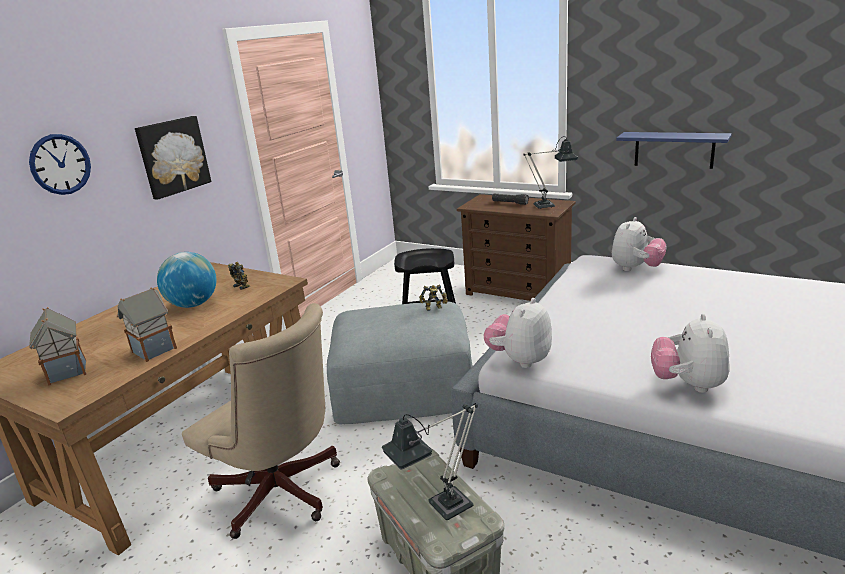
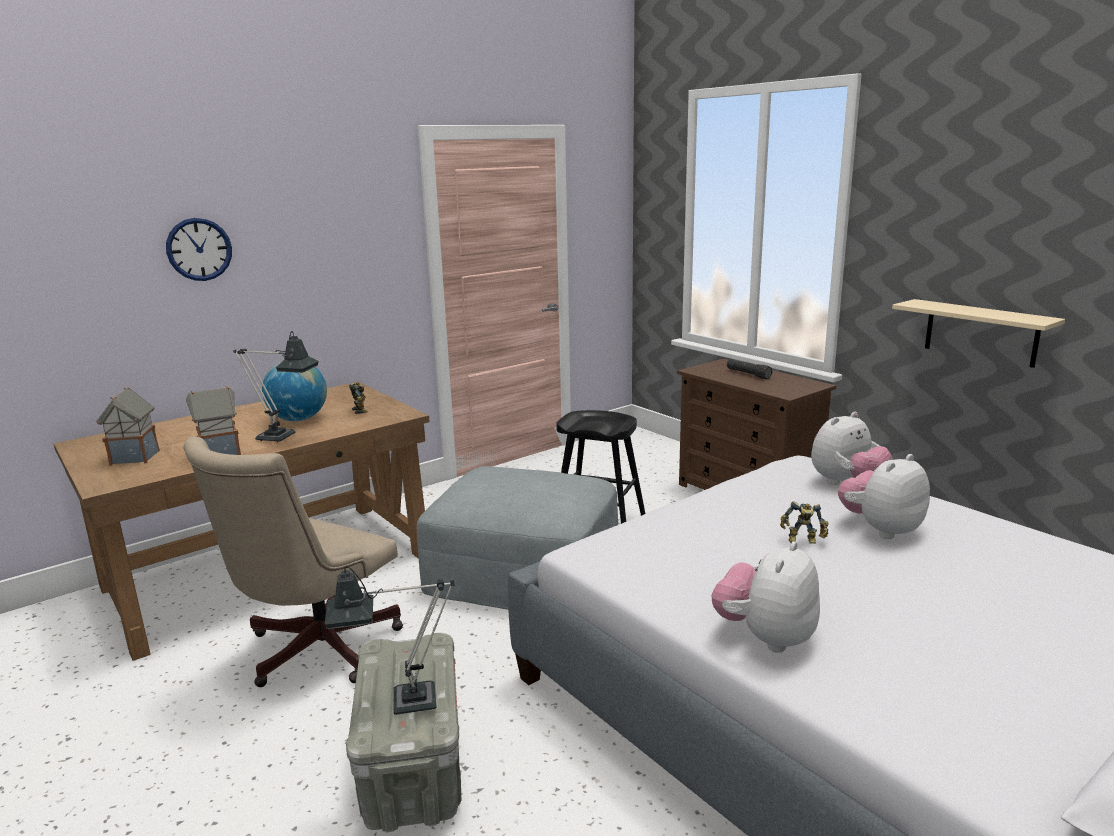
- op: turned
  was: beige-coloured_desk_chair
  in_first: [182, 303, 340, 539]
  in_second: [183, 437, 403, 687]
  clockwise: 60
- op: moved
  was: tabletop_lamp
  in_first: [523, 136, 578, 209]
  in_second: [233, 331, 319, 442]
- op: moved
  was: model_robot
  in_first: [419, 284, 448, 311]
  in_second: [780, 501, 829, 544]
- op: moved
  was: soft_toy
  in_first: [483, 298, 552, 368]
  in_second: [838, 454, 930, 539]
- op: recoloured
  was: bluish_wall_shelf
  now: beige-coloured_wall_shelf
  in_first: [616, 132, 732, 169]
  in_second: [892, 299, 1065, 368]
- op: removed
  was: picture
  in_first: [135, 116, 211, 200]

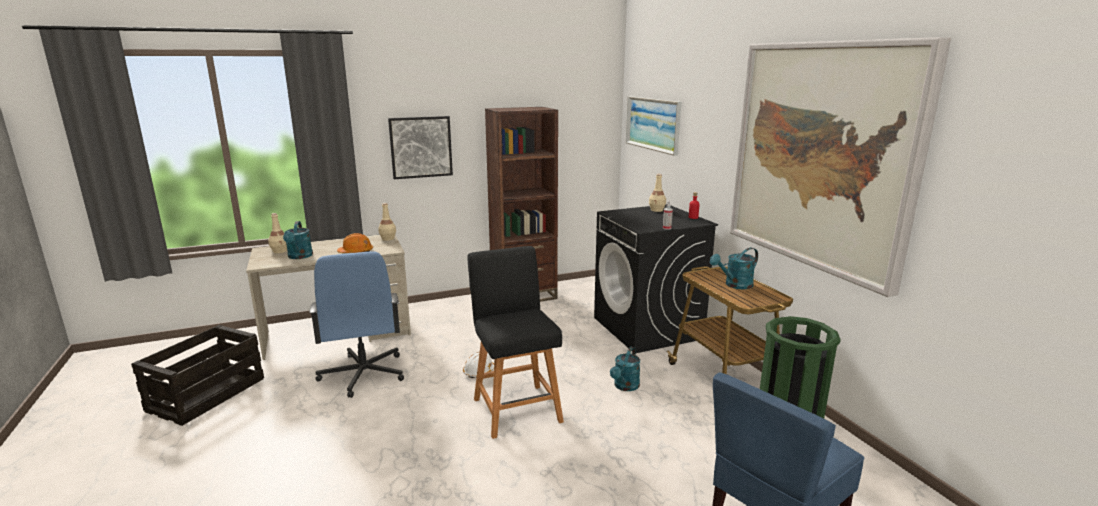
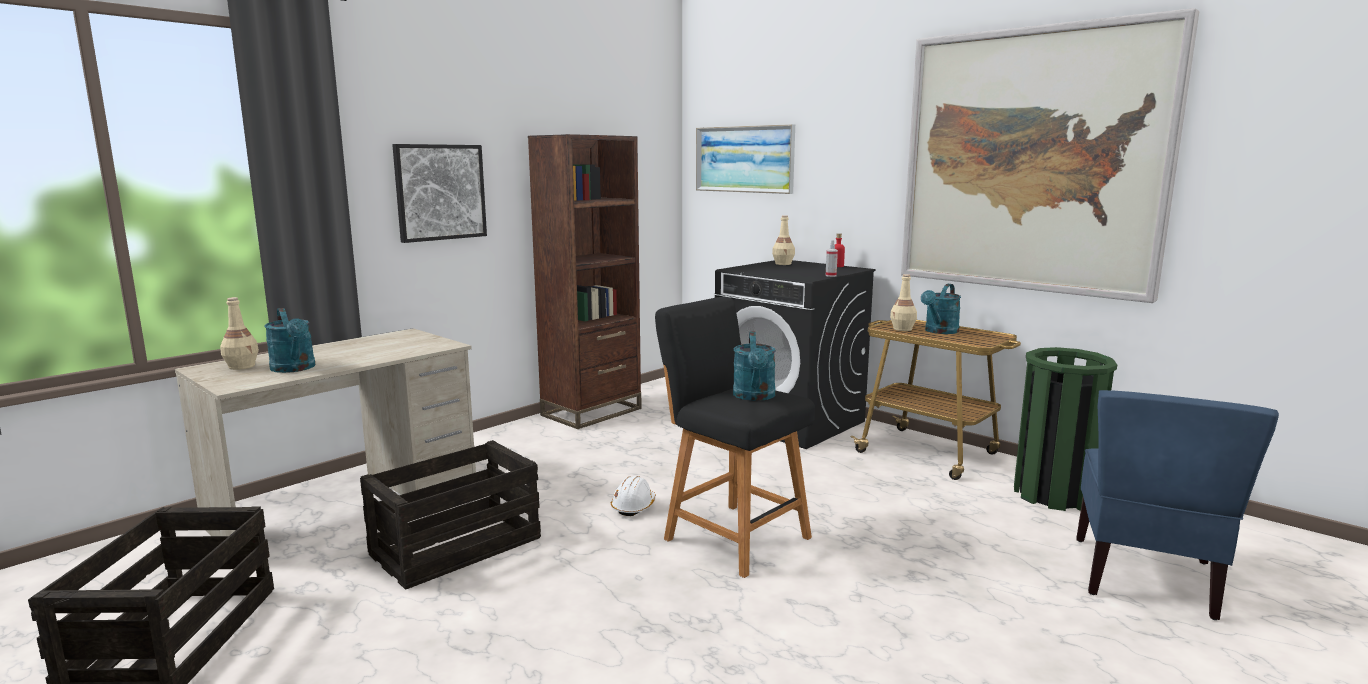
- op: replaced
  was: bluish_desk_chair
  now: crate
  in_first: [309, 251, 404, 398]
  in_second: [360, 440, 541, 590]
- op: moved
  was: blue-green_watering_pot
  in_first: [610, 347, 640, 391]
  in_second: [733, 331, 776, 401]
- op: moved
  was: beige-coloured_beverage_bottle
  in_first: [378, 203, 396, 241]
  in_second: [890, 274, 917, 331]
- op: removed
  was: orange_work_helmet
  in_first: [337, 233, 373, 253]

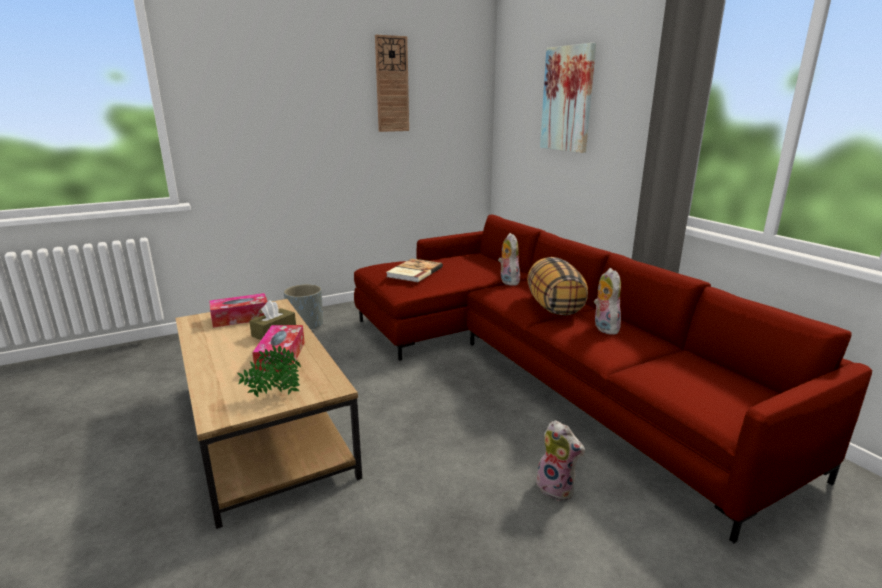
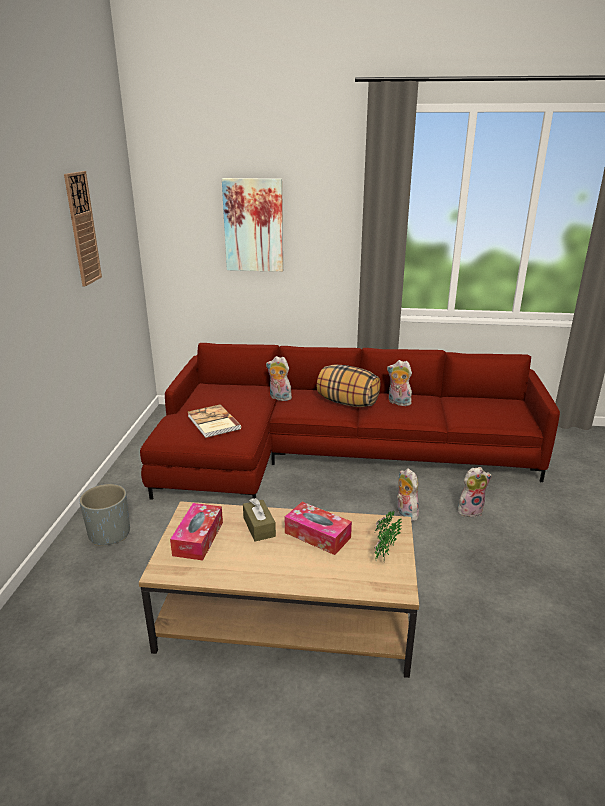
- op: added
  now: soft_toy
  in_second: [397, 468, 419, 521]

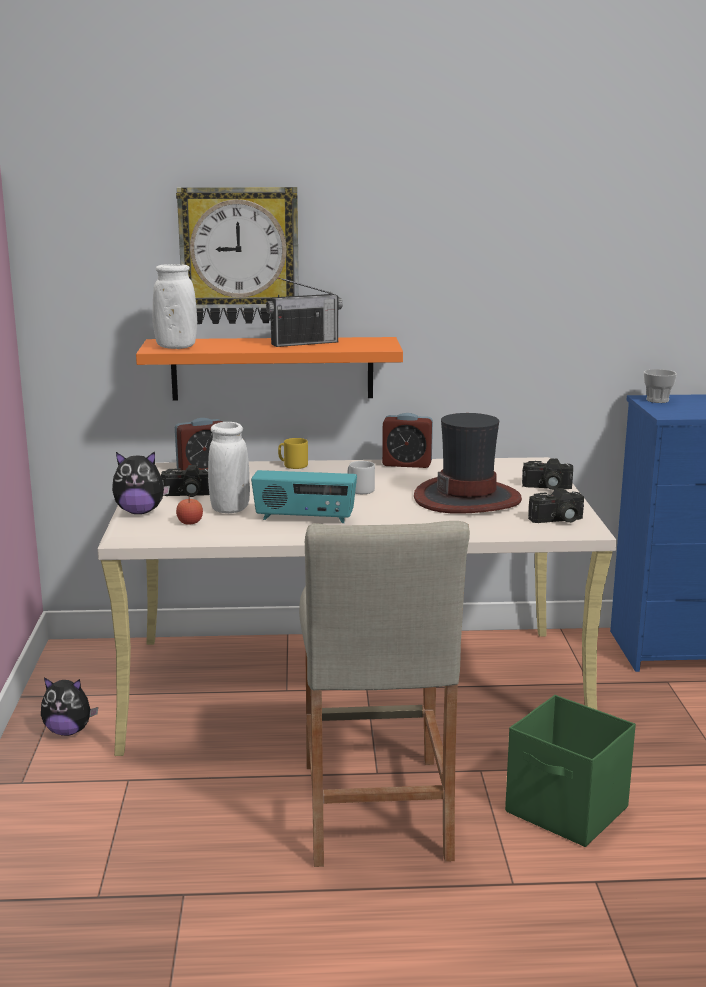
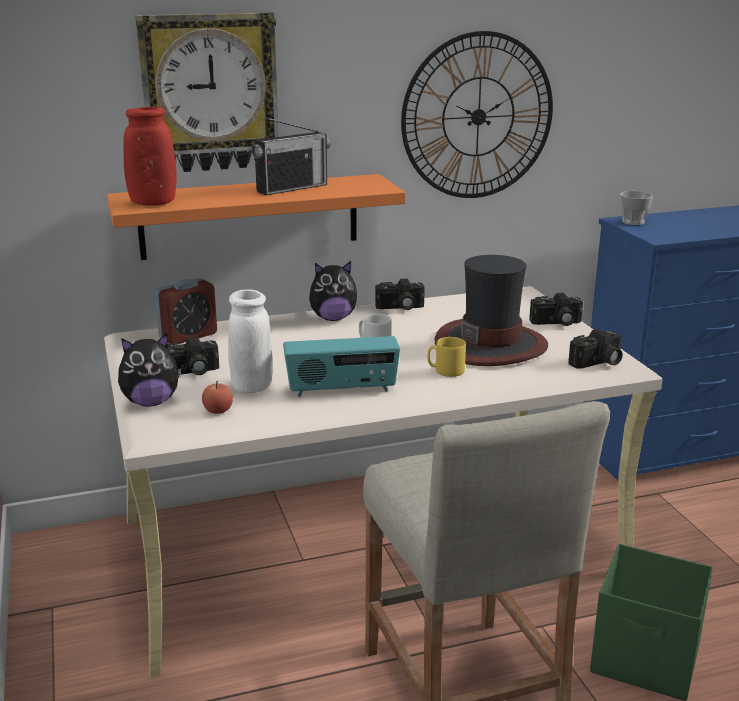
- op: recoloured
  was: whitish_vase
  now: red_vase
  in_first: [153, 264, 197, 349]
  in_second: [124, 107, 177, 206]
- op: moved
  was: soft_toy
  in_first: [41, 678, 98, 736]
  in_second: [309, 261, 359, 321]
- op: replaced
  was: alarm_clock
  now: still_camera
  in_first: [382, 413, 433, 468]
  in_second: [375, 279, 425, 310]
- op: added
  now: clock_on_the_wall
  in_second: [401, 31, 553, 198]
- op: moved
  was: yellow_mug
  in_first: [278, 438, 308, 469]
  in_second: [428, 337, 466, 377]

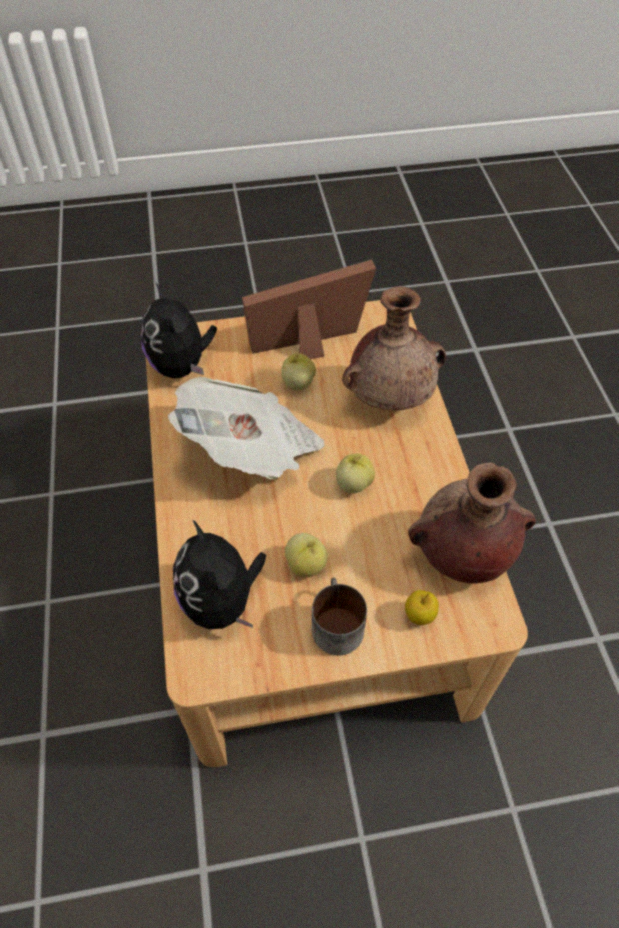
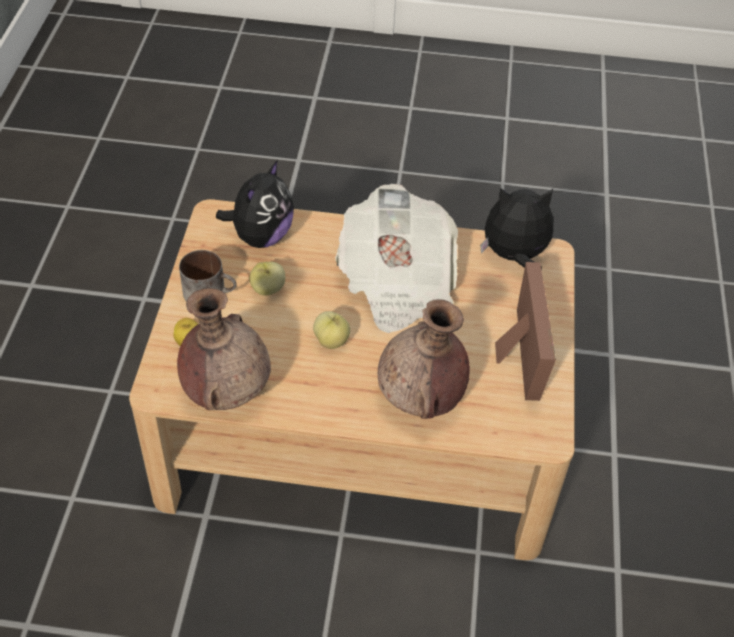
- op: turned
  was: soft_toy
  in_first: [173, 519, 266, 630]
  in_second: [216, 160, 294, 248]
  clockwise: 120
- op: removed
  was: whole_apple
  in_first: [281, 353, 316, 390]

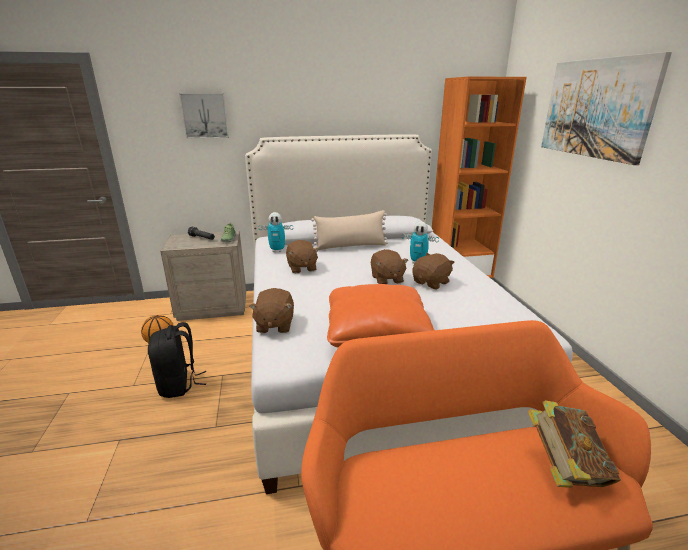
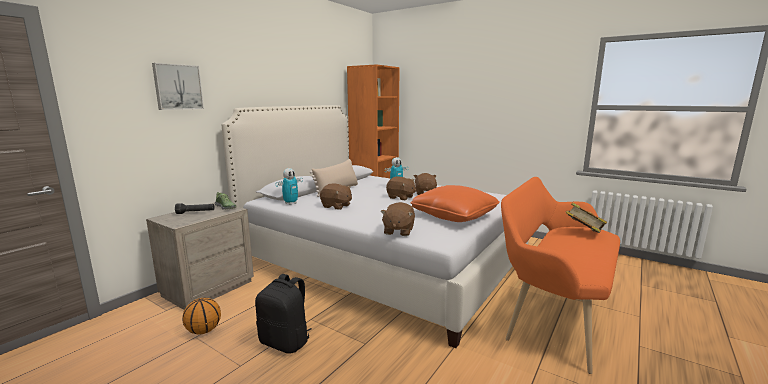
- op: turned
  was: brown-coloured_soft_toy
  in_first: [249, 288, 294, 333]
  in_second: [380, 202, 415, 236]
  clockwise: 60
- op: removed
  was: picture
  in_first: [541, 52, 672, 165]

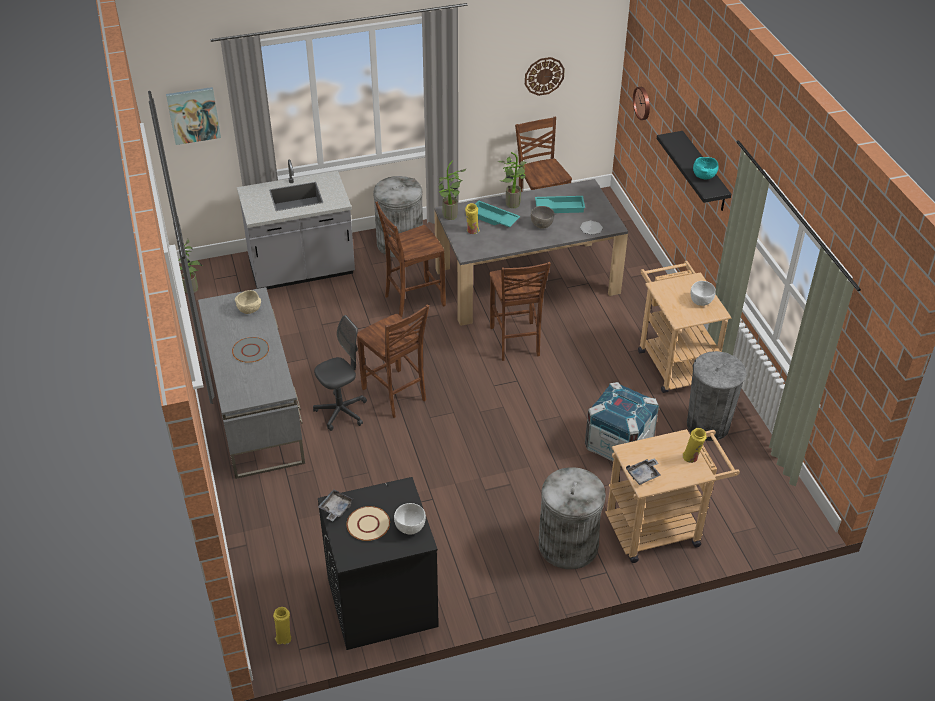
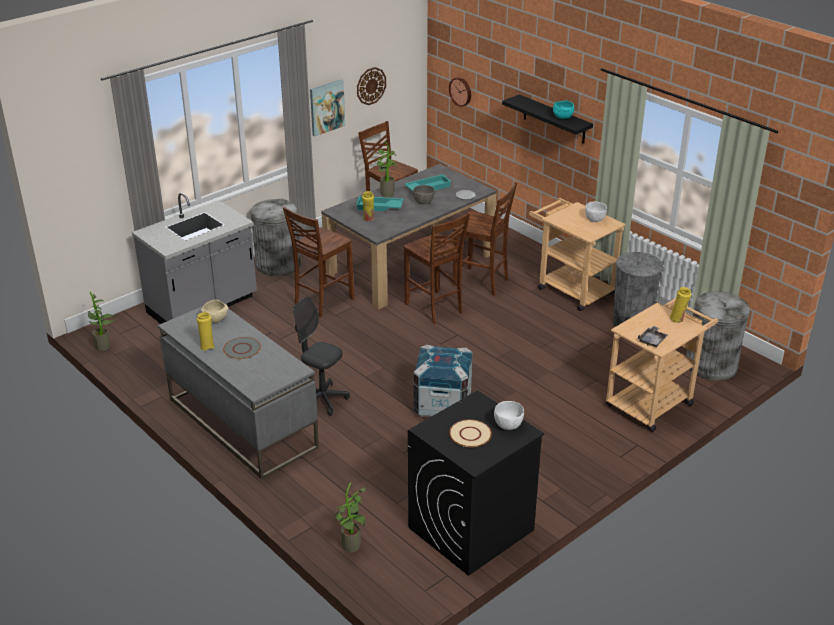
- op: moved
  was: yellow_vase
  in_first: [273, 607, 291, 645]
  in_second: [197, 312, 215, 351]
- op: turned
  was: gray_desk_chair
  in_first: [313, 315, 367, 431]
  in_second: [293, 296, 350, 416]
  clockwise: -90
- op: moved
  was: picture
  in_first: [166, 87, 221, 145]
  in_second: [310, 79, 345, 136]
- op: moved
  was: houseplant
  in_first: [438, 160, 467, 220]
  in_second: [336, 482, 366, 552]
- op: moved
  was: crate
  in_first: [585, 382, 659, 461]
  in_second: [413, 345, 473, 417]
- op: moved
  was: brown-coloured_chair
  in_first: [357, 304, 429, 418]
  in_second: [452, 182, 517, 296]
- op: moved
  was: gray_trash_can
  in_first: [539, 467, 606, 569]
  in_second: [686, 291, 750, 381]
- op: removed
  was: gray_serving_tray
  in_first: [318, 489, 354, 521]

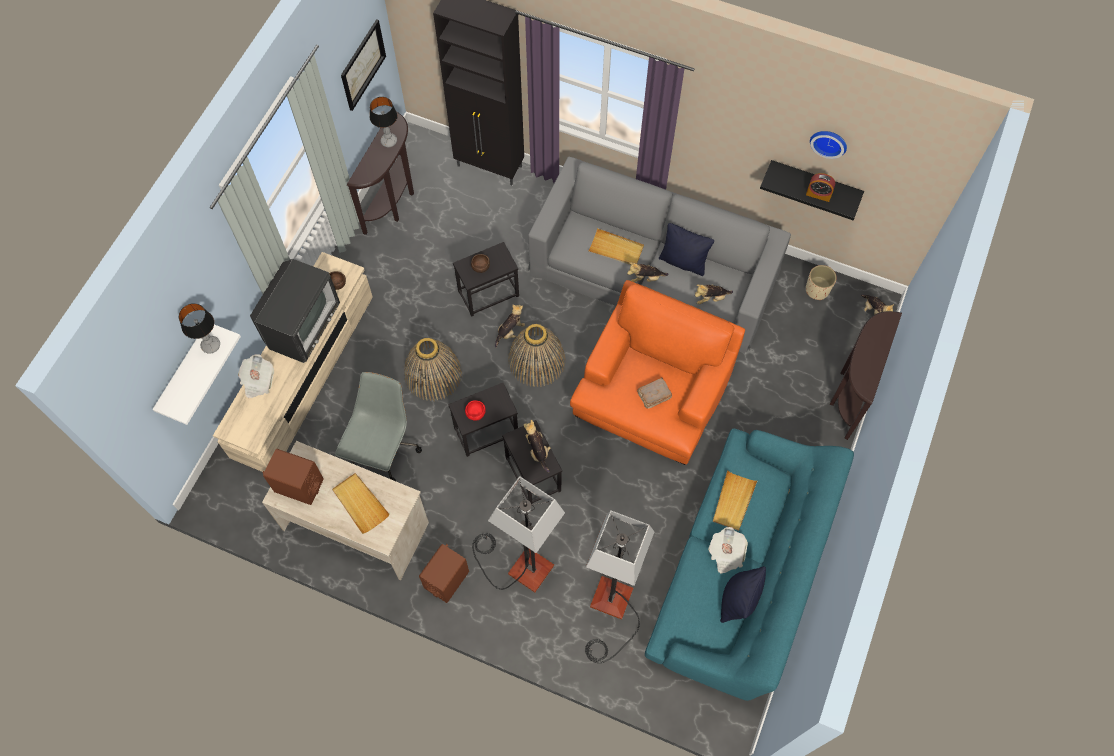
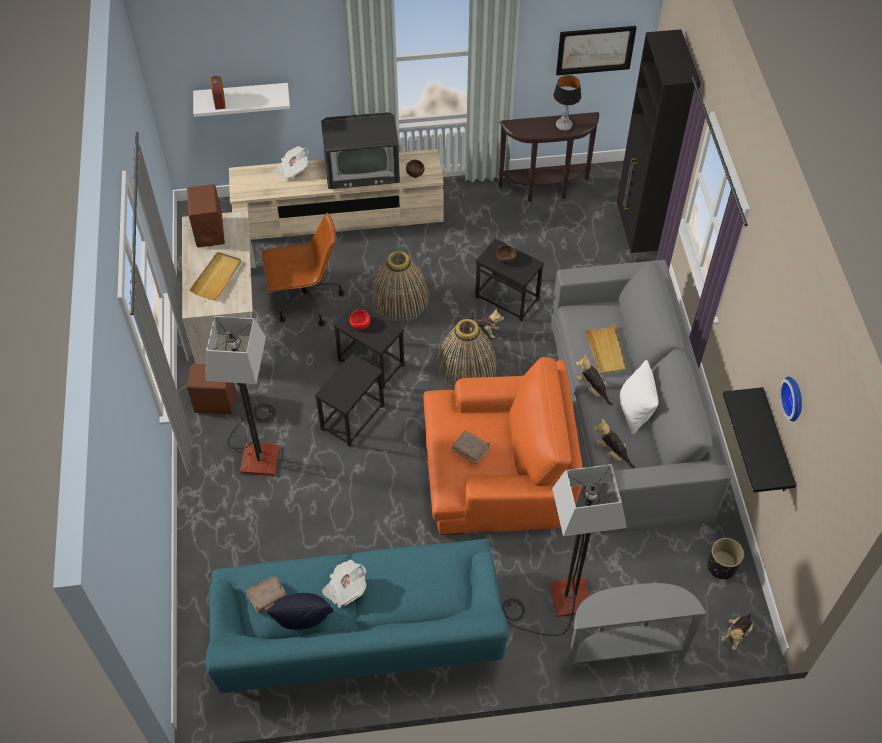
- op: moved
  was: alarm_clock
  in_first: [806, 173, 835, 202]
  in_second: [210, 76, 226, 110]
- op: added
  now: brown-coloured_book
  in_second: [246, 576, 288, 613]
- op: recoloured
  was: gray_desk_chair
  now: brown-coloured_desk_chair
  in_first: [335, 372, 422, 481]
  in_second: [262, 213, 345, 326]
- op: moved
  was: standing_lamp
  in_first: [585, 510, 654, 663]
  in_second: [502, 464, 627, 636]
- op: recoloured
  was: brown-coloured_console_table
  now: gray_console_table
  in_first: [830, 311, 902, 440]
  in_second: [566, 583, 707, 674]
- op: recoloured
  was: black_throw_pillow
  now: whitish_throw_pillow
  in_first: [659, 223, 714, 276]
  in_second: [620, 360, 658, 434]
- op: recoloured
  was: beige-coloured_flower_pot
  now: black_flower_pot
  in_first: [806, 265, 837, 300]
  in_second: [707, 538, 744, 579]
- op: removed
  was: tabletop_lamp
  in_first: [179, 303, 220, 354]
- op: removed
  was: soft_toy
  in_first: [524, 420, 551, 473]
- op: removed
  was: beige-coloured_serving_tray
  in_first: [713, 470, 758, 531]

